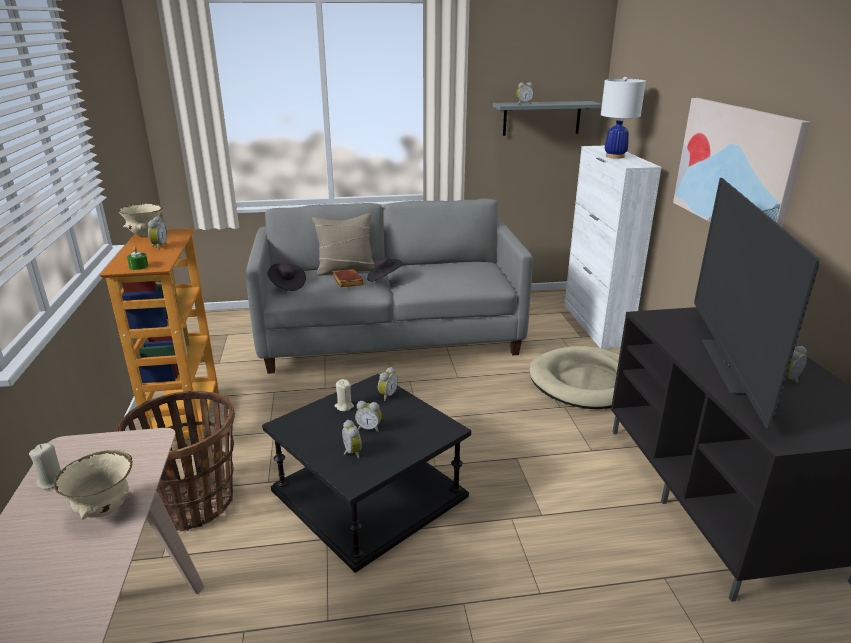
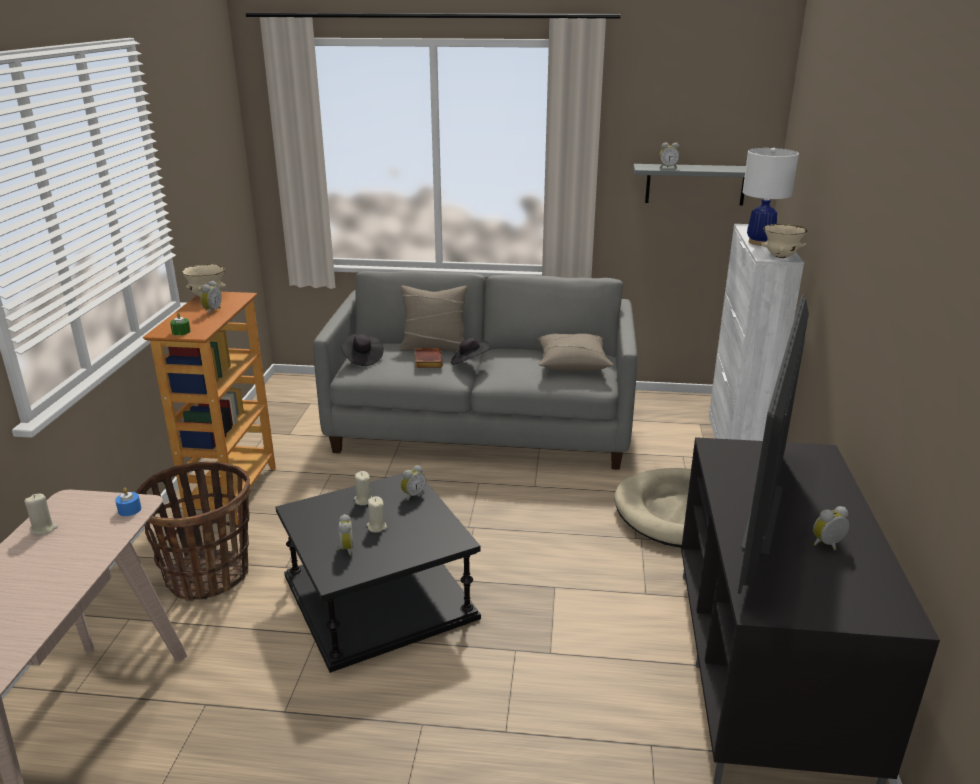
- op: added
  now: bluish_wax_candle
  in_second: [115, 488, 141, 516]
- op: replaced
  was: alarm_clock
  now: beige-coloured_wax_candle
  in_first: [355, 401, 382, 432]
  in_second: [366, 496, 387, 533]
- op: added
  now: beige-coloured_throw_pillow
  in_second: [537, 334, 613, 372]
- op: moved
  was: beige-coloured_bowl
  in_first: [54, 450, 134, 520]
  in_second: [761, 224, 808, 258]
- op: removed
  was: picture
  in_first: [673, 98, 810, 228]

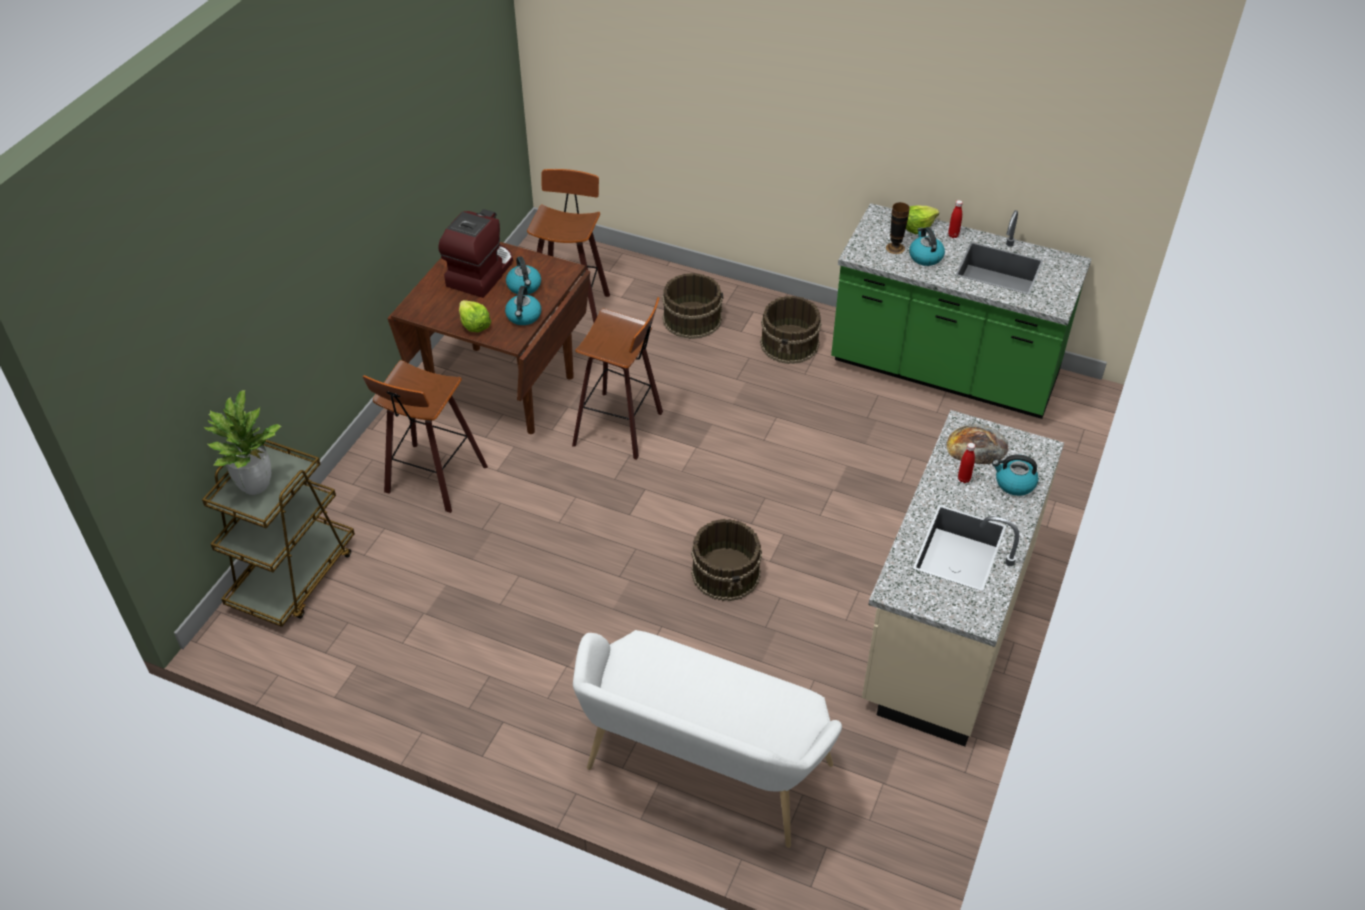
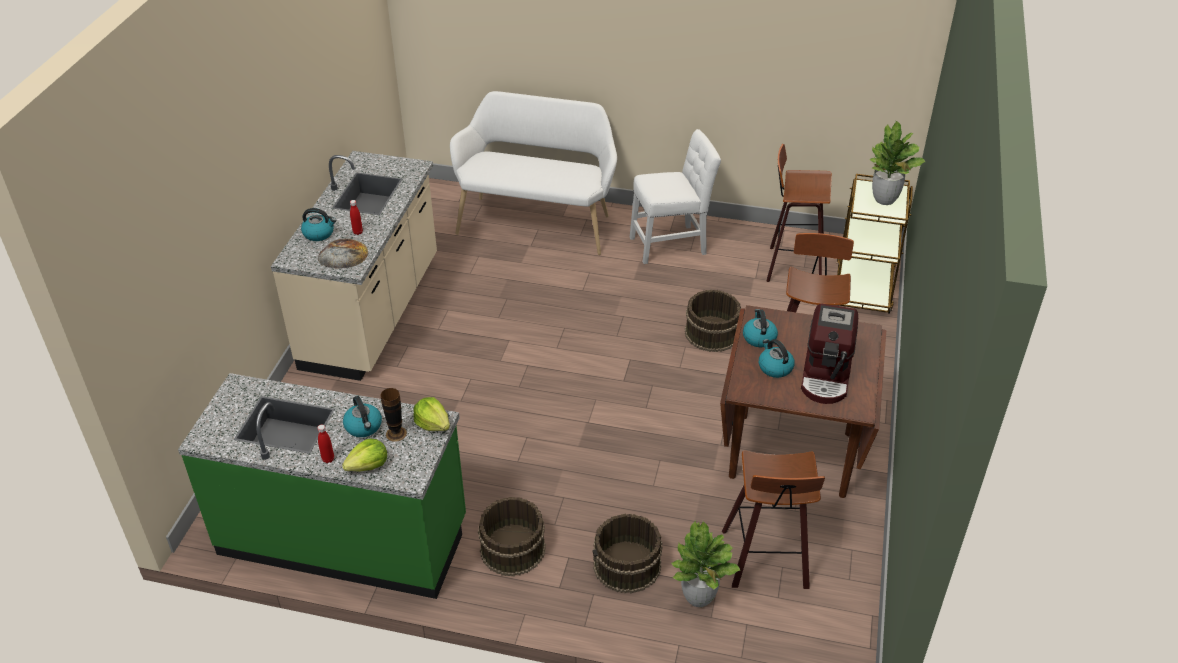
- op: moved
  was: lettuce
  in_first: [459, 300, 491, 332]
  in_second: [413, 397, 450, 431]
- op: added
  now: whitish_chair
  in_second: [630, 129, 721, 264]
- op: added
  now: houseplant
  in_second: [671, 521, 741, 607]
- op: moved
  was: brown-coloured_water_bucket
  in_first: [691, 519, 762, 601]
  in_second: [685, 290, 741, 352]
- op: moved
  was: sitting_stool
  in_first: [572, 297, 663, 460]
  in_second: [766, 144, 832, 282]

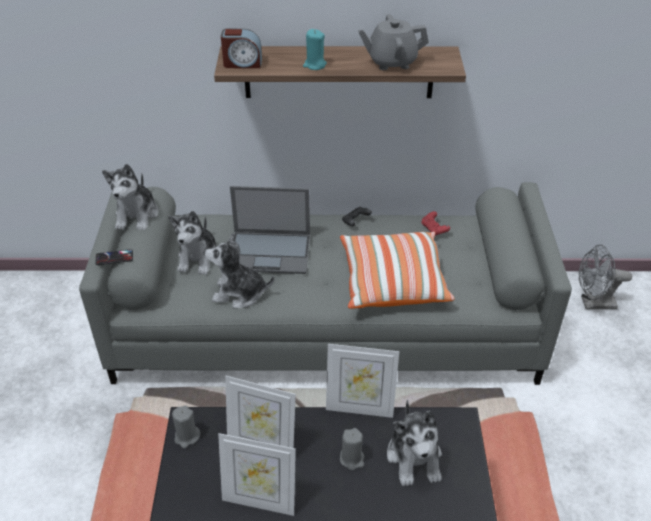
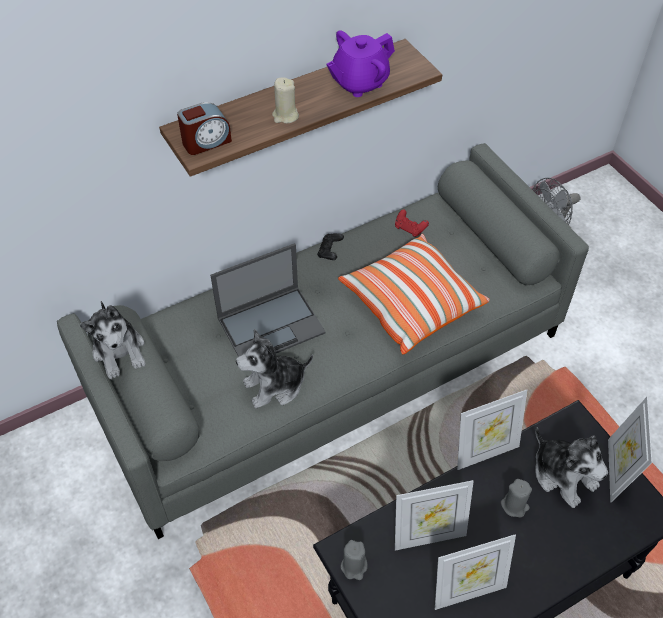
- op: recoloured
  was: blue-green_wax_candle
  now: beige-coloured_wax_candle
  in_first: [303, 29, 327, 70]
  in_second: [272, 77, 299, 124]
- op: recoloured
  was: gray_tea_pot
  now: purple-coloured_tea_pot
  in_first: [358, 14, 429, 70]
  in_second: [327, 30, 395, 97]
- op: added
  now: standing_frame
  in_second: [608, 397, 652, 502]
- op: removed
  was: handset
  in_first: [96, 249, 133, 265]
- op: removed
  was: soft_toy
  in_first: [168, 211, 217, 275]

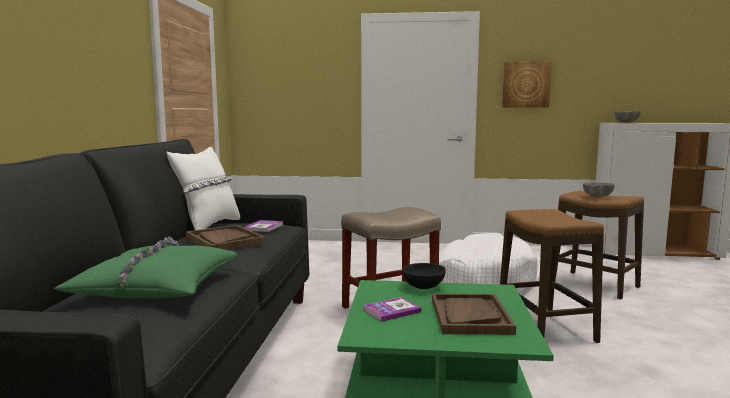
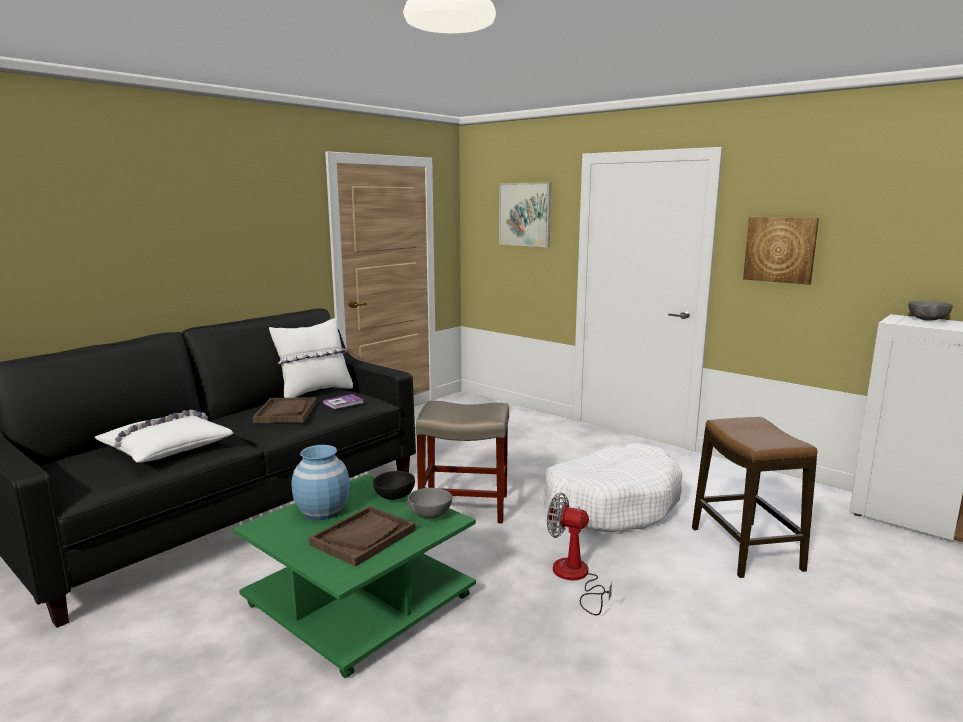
- op: recoloured
  was: green-coloured_throw_pillow
  now: whitish_throw_pillow
  in_first: [54, 236, 238, 299]
  in_second: [95, 410, 233, 463]
- op: replaced
  was: book
  now: bluish_vase
  in_first: [363, 297, 421, 322]
  in_second: [291, 445, 350, 520]
- op: moved
  was: gray_bowl
  in_first: [583, 182, 615, 197]
  in_second: [408, 488, 452, 518]
- op: added
  now: picture
  in_second: [499, 182, 551, 247]
- op: replaced
  was: sitting_stool
  now: fan
  in_first: [500, 209, 604, 343]
  in_second: [547, 493, 612, 616]

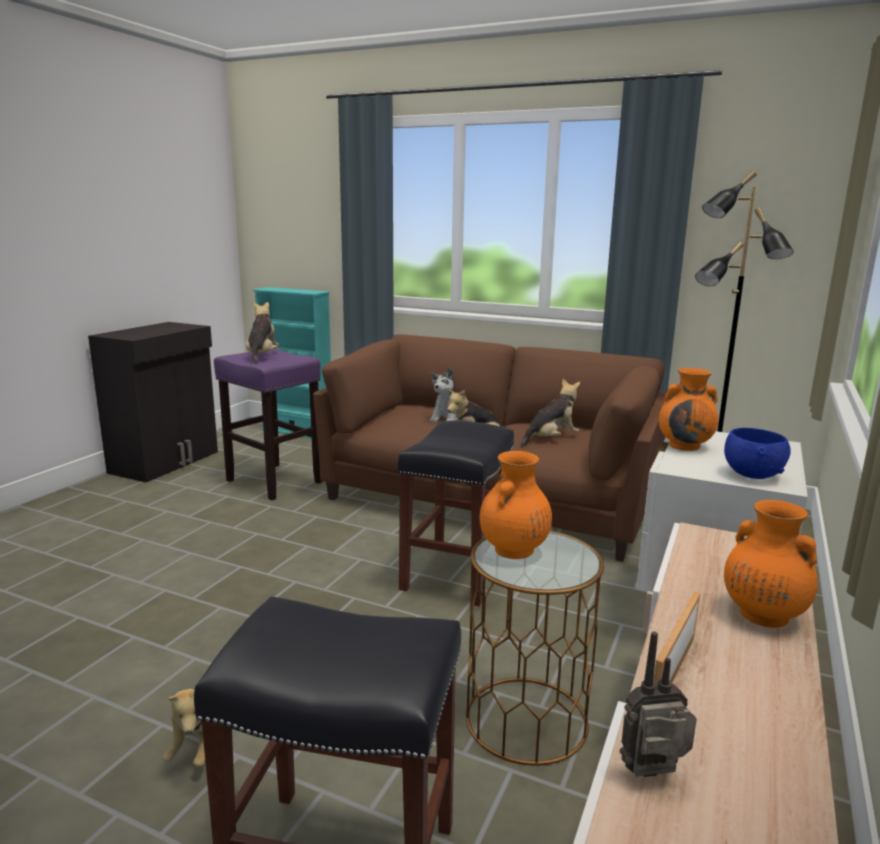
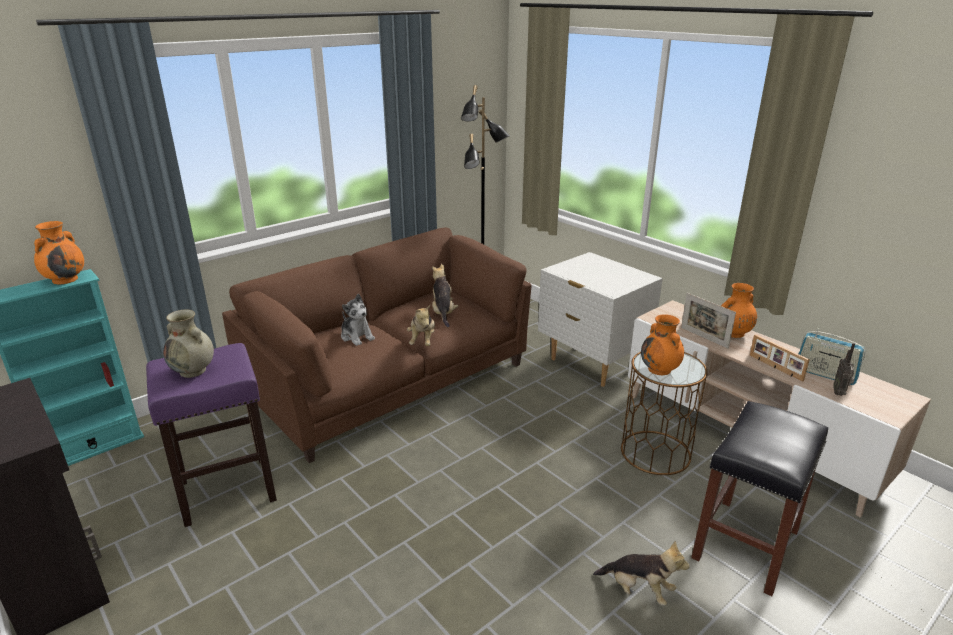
- op: moved
  was: orange_vase
  in_first: [659, 368, 718, 451]
  in_second: [34, 221, 84, 284]
- op: replaced
  was: soft_toy
  now: beige-coloured_vase
  in_first: [246, 302, 279, 364]
  in_second: [163, 310, 214, 378]
- op: added
  now: standing_frame
  in_second: [681, 293, 736, 349]
- op: added
  now: radio
  in_second: [799, 328, 866, 385]
- op: removed
  was: black_sitting_stool
  in_first: [398, 421, 514, 606]
- op: removed
  was: bluish_bowl
  in_first: [724, 428, 791, 479]

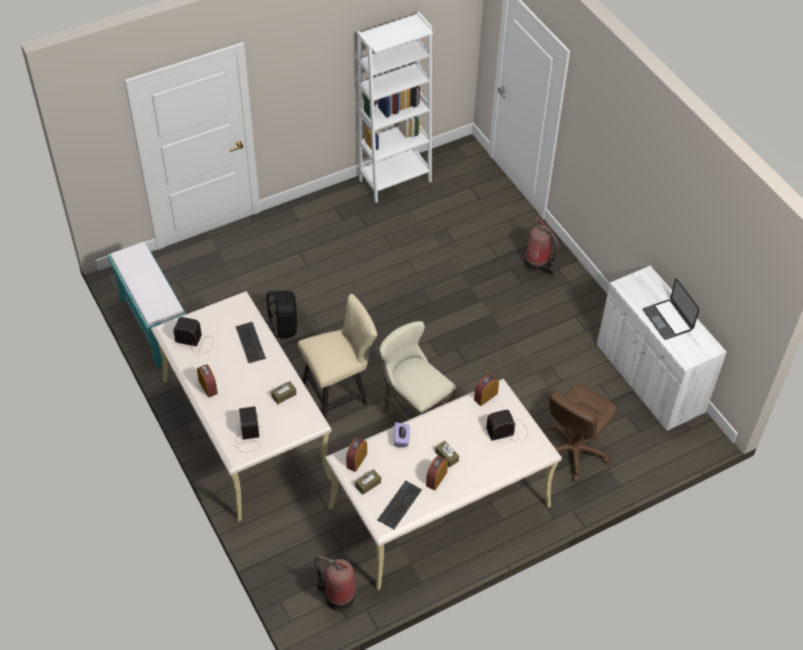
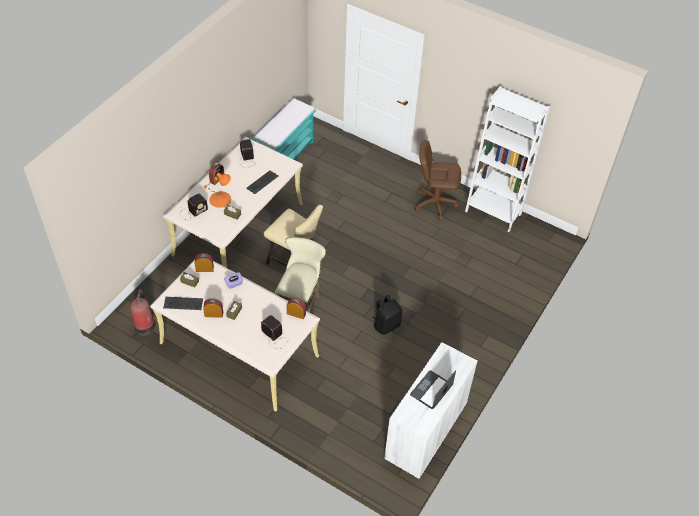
- op: added
  now: orange_tabletop_lamp
  in_second: [204, 173, 231, 208]
- op: moved
  was: black_backpack
  in_first: [265, 291, 297, 339]
  in_second: [372, 295, 402, 335]
- op: moved
  was: brown-coloured_desk_chair
  in_first: [549, 384, 617, 481]
  in_second: [415, 140, 461, 220]
- op: removed
  was: fire-fighting_cylinder
  in_first: [525, 217, 559, 277]

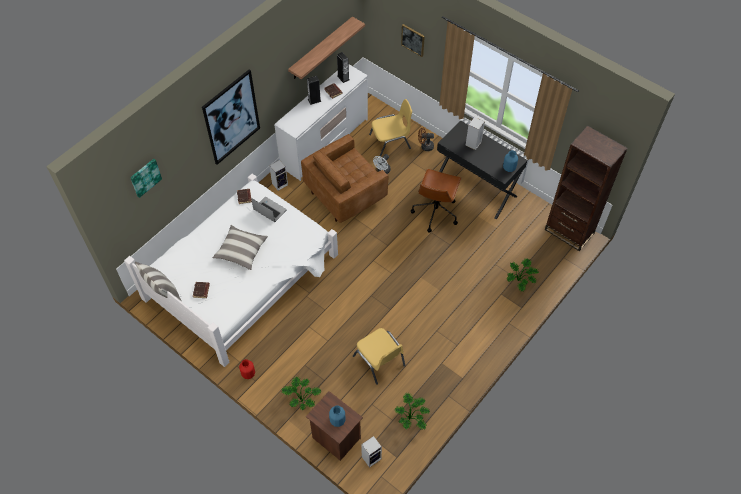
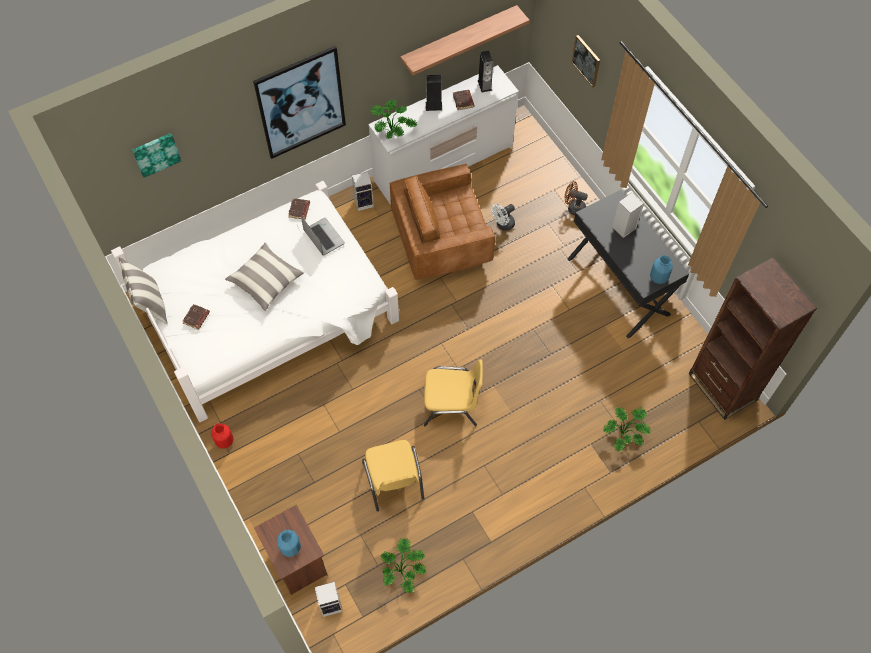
- op: moved
  was: houseplant
  in_first: [282, 376, 321, 410]
  in_second: [369, 99, 417, 139]
- op: moved
  was: yellow_chair
  in_first: [369, 99, 412, 156]
  in_second: [424, 360, 483, 426]
- op: removed
  was: brown-coloured_desk_chair
  in_first: [411, 169, 462, 233]

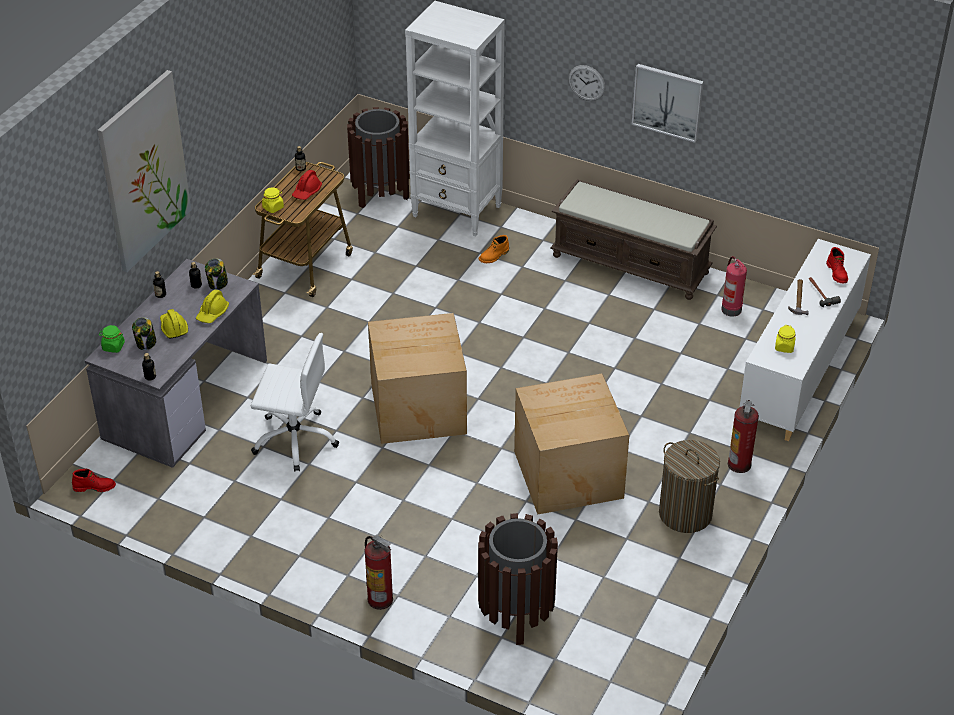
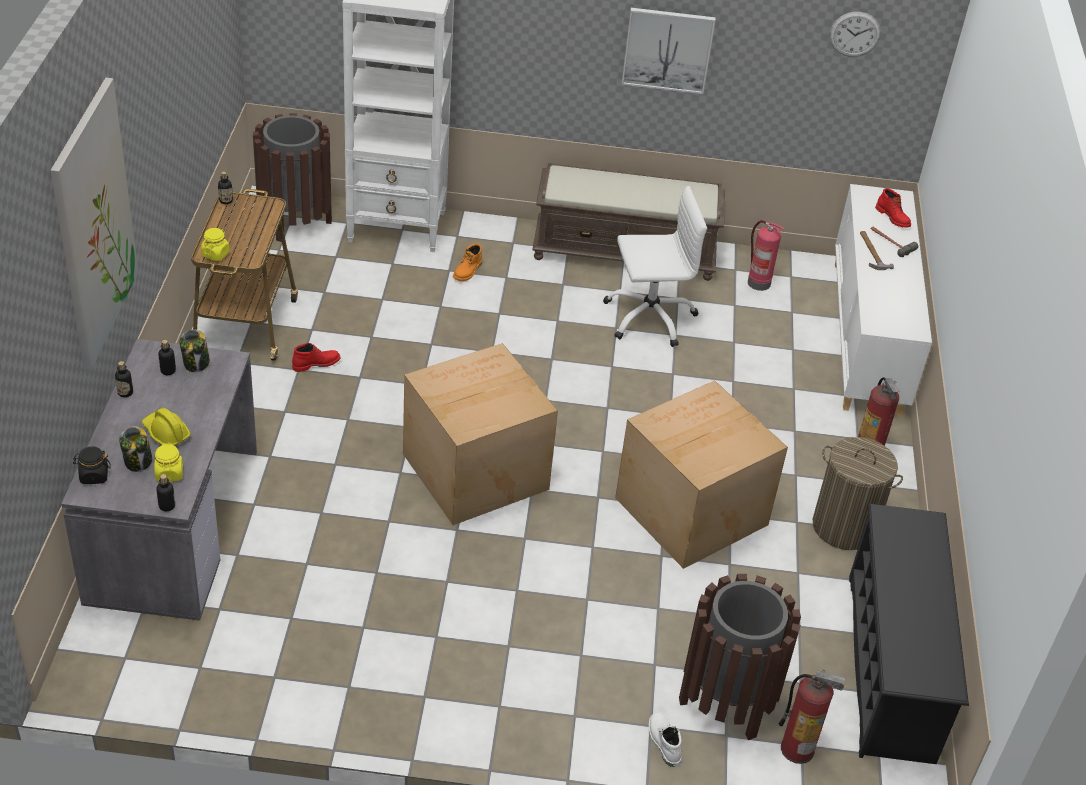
- op: recoloured
  was: green-coloured_storage_jar
  now: black_storage_jar
  in_first: [99, 325, 125, 353]
  in_second: [73, 446, 111, 484]
- op: moved
  was: yellow_storage_jar
  in_first: [775, 325, 796, 353]
  in_second: [154, 443, 183, 482]
- op: moved
  was: red_boot
  in_first: [72, 469, 116, 492]
  in_second: [292, 343, 340, 372]
- op: moved
  was: whitish_desk_chair
  in_first: [251, 333, 339, 472]
  in_second: [603, 186, 707, 347]
- op: added
  now: whitish_boot
  in_second: [649, 712, 682, 767]
- op: moved
  was: fire-fighting_cylinder
  in_first: [364, 535, 393, 610]
  in_second: [779, 670, 846, 764]
- op: moved
  was: clock_on_the_wall
  in_first: [568, 65, 605, 101]
  in_second: [830, 12, 881, 57]
- op: added
  now: black_shoe_rack
  in_second: [849, 503, 969, 764]
- op: removed
  was: yellow_work_helmet
  in_first: [196, 290, 229, 323]
- op: removed
  was: red_work_helmet
  in_first: [292, 170, 322, 200]

